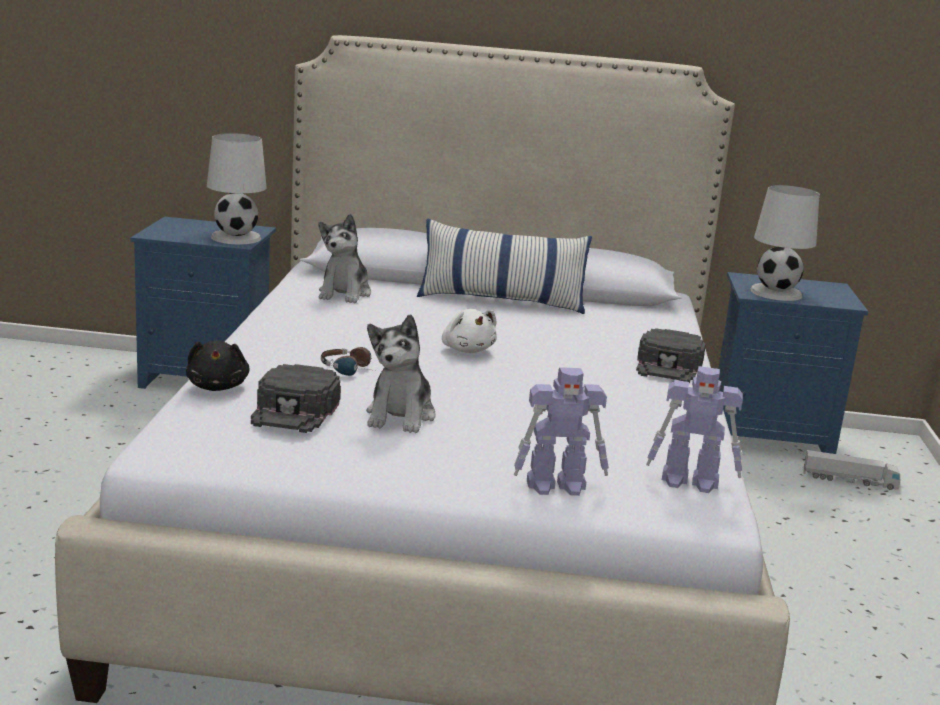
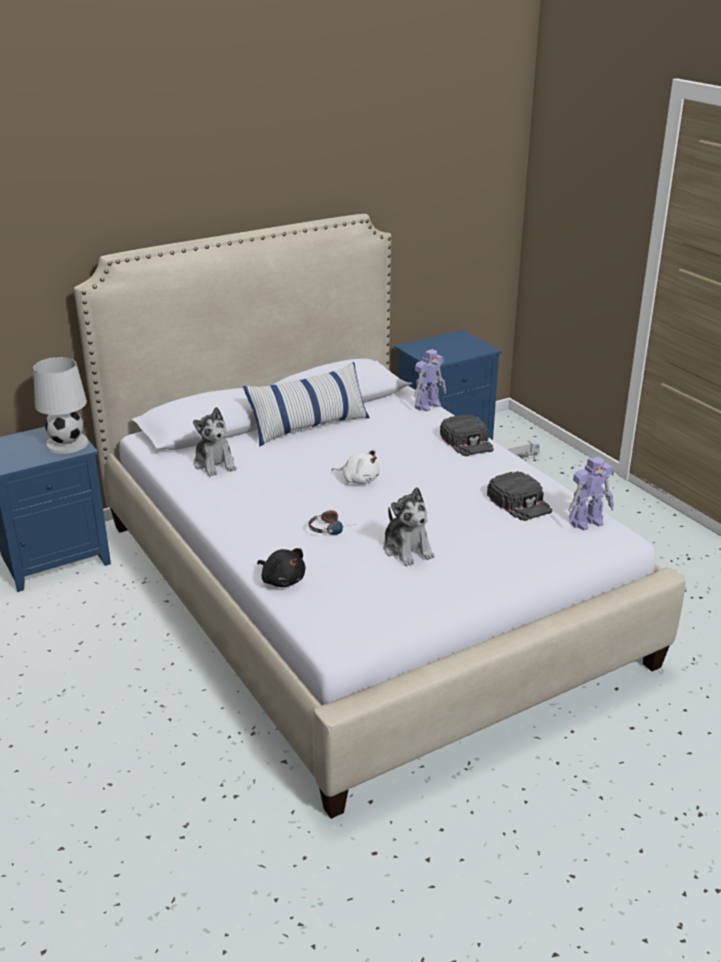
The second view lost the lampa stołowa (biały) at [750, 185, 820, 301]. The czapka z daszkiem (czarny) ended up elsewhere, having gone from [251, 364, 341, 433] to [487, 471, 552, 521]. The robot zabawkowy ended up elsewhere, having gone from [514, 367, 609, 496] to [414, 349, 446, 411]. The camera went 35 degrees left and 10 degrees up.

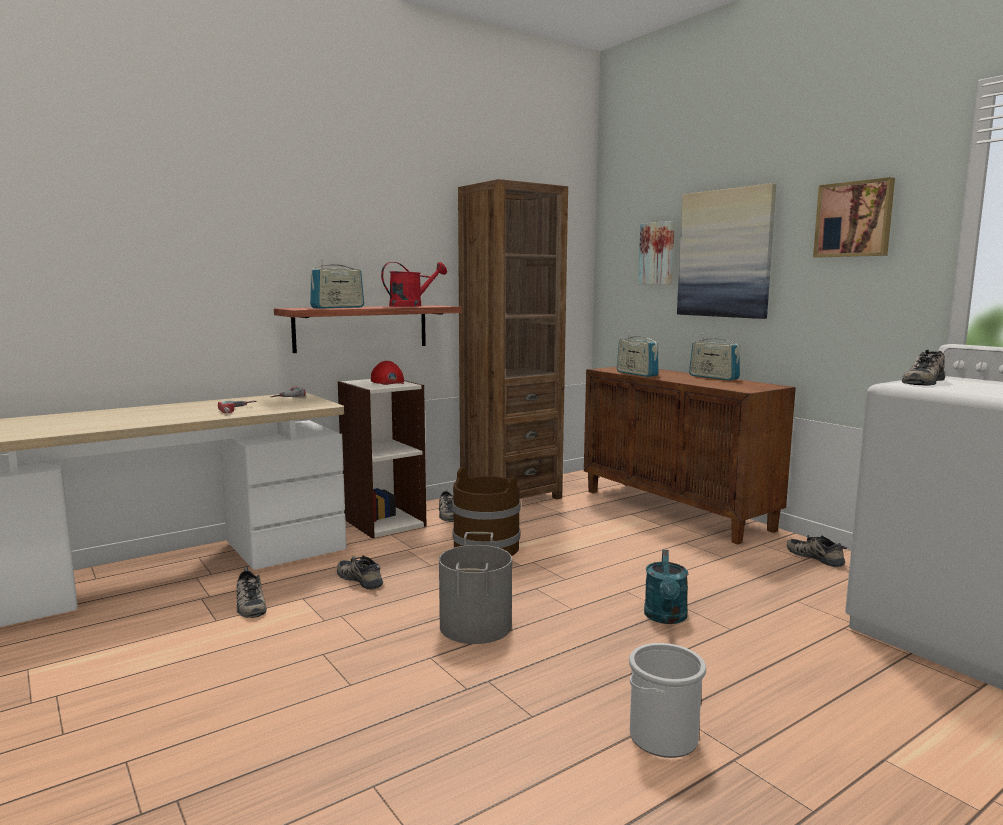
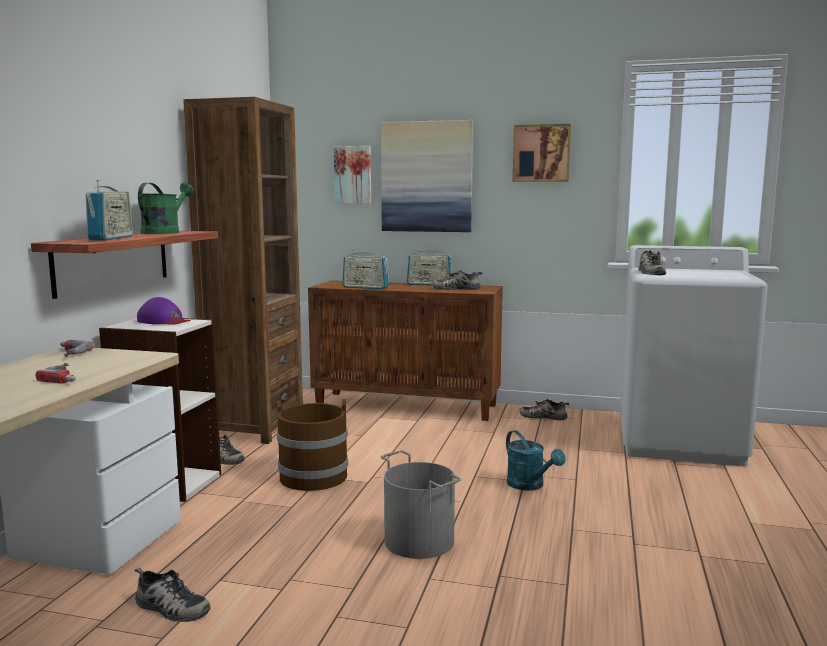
What was the konewka (czerwony) at [381, 262, 447, 307] turned into the konewka (zielony) at [138, 182, 194, 234]. What was the czapka z daszkiem (czerwony) at [371, 361, 404, 385] turned into the czapka z daszkiem (fioletowy) at [137, 297, 191, 325]. The but ended up elsewhere, having gone from [337, 555, 383, 590] to [433, 270, 482, 290]. The second view lost the wiadro at [629, 643, 706, 758]. The camera went 40 degrees left and 0 degrees up.

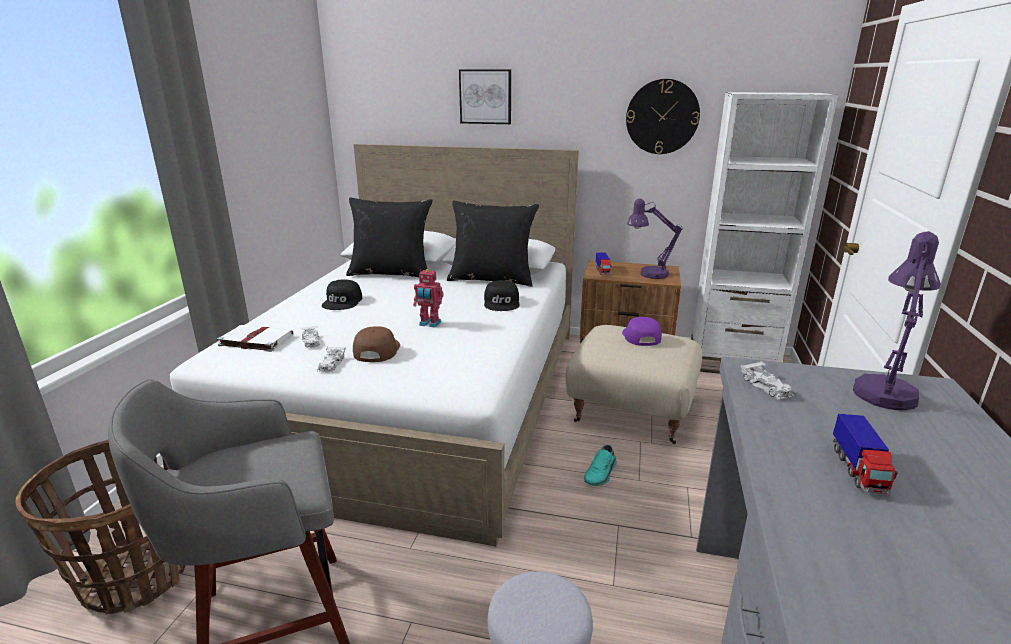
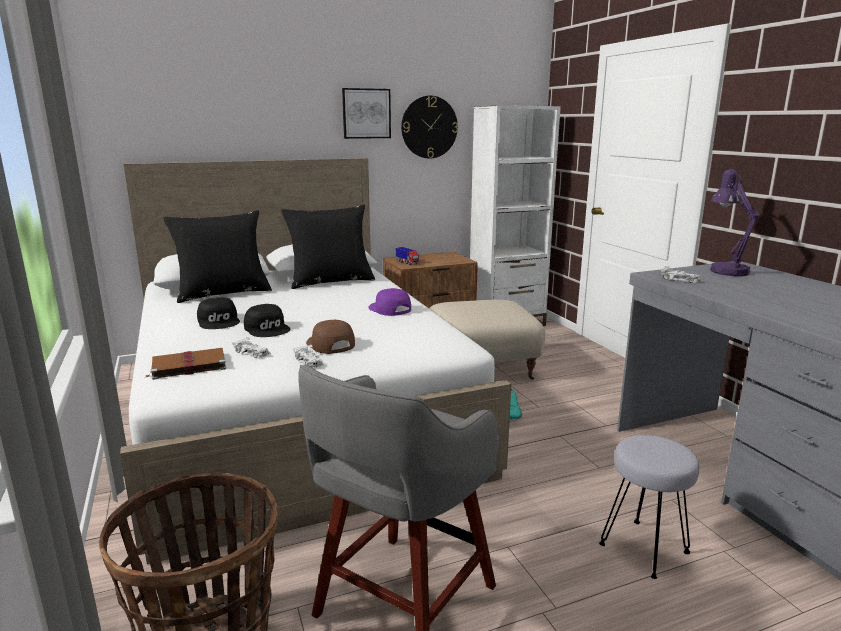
The obraz ended up elsewhere, having gone from [459, 69, 511, 124] to [342, 88, 391, 139]. The second view lost the lampa stołowa (fioletowy) at [627, 199, 683, 279]. The second view lost the robot zabawkowy at [413, 269, 444, 327]. The czapka z daszkiem (czarny) ended up elsewhere, having gone from [484, 280, 520, 311] to [244, 304, 290, 337]. The czapka z daszkiem (fioletowy) ended up elsewhere, having gone from [622, 317, 662, 346] to [368, 288, 411, 316]. What was the książka (biały) at [217, 325, 294, 352] turned into the książka (brązowy) at [145, 348, 226, 380]. The second view lost the ciężarówka zabawkowa at [833, 414, 898, 494]. The camera went 35 degrees left and 5 degrees down.

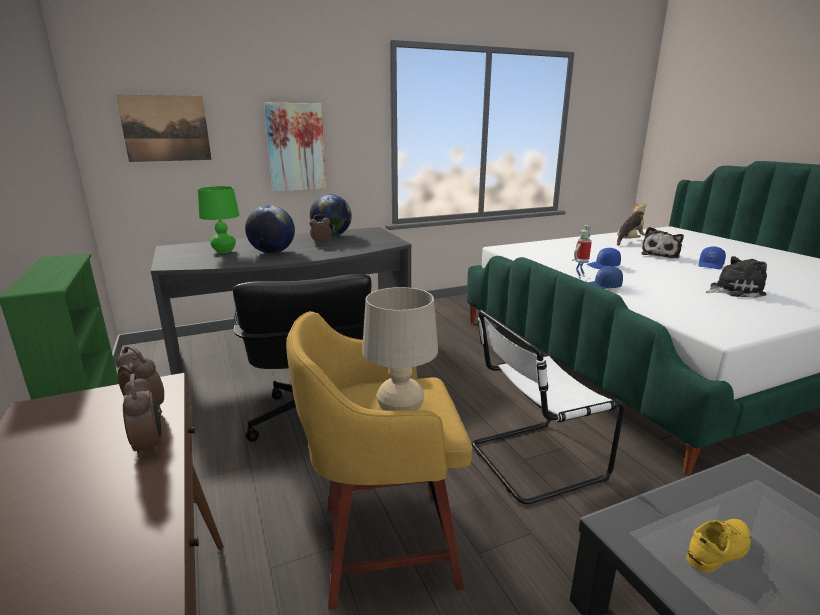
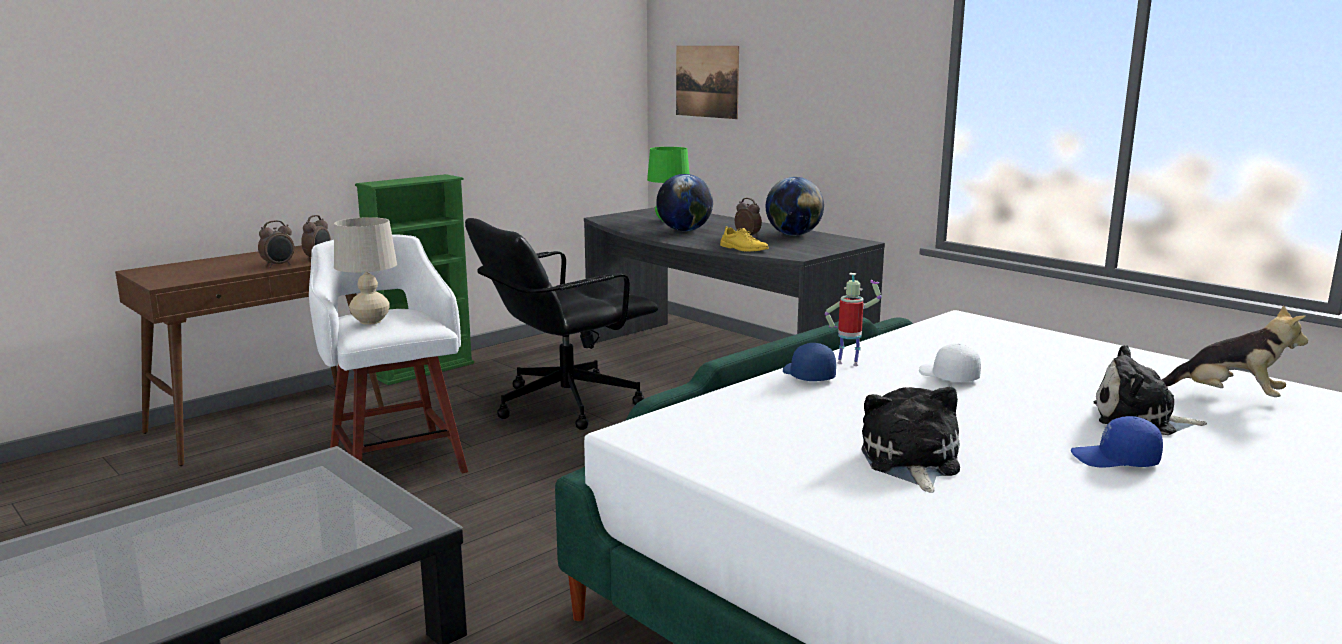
The second view lost the obraz at [264, 103, 326, 192]. What was the czapka z daszkiem (niebieski) at [587, 248, 621, 269] turned into the czapka z daszkiem (biały) at [919, 343, 981, 382]. The pluszak at [706, 256, 767, 298] ended up facing another way, 150 degrees counterclockwise from before. The second view lost the krzesło (biały) at [472, 310, 624, 504]. What was the stołek (żółty) at [286, 311, 472, 610] turned into the stołek (biały) at [309, 234, 468, 473]. The but (żółty) ended up elsewhere, having gone from [686, 519, 751, 573] to [720, 226, 769, 252]. The camera went 70 degrees right and 5 degrees down.

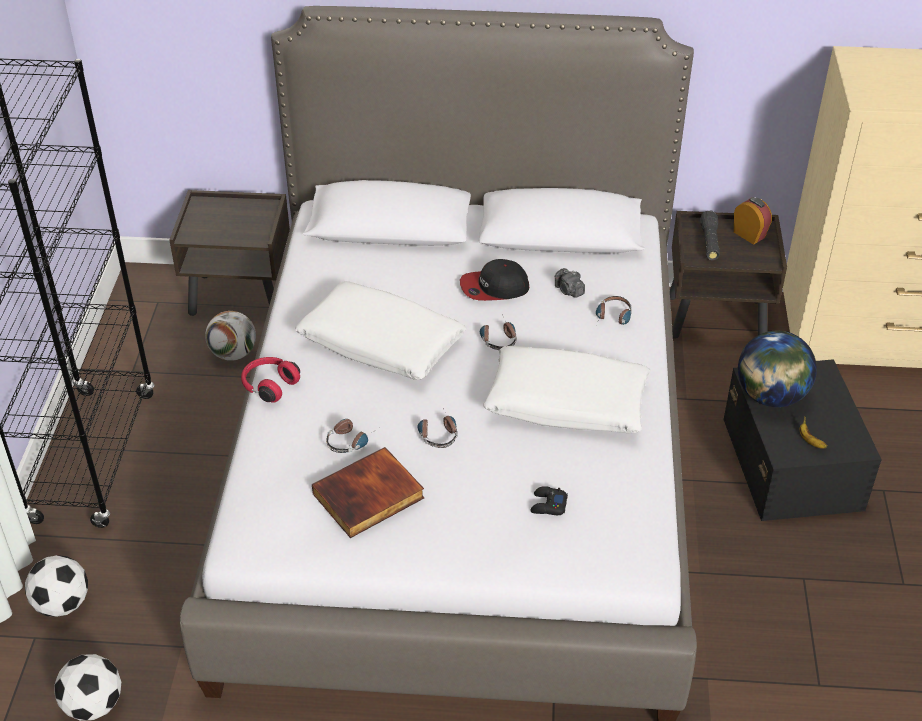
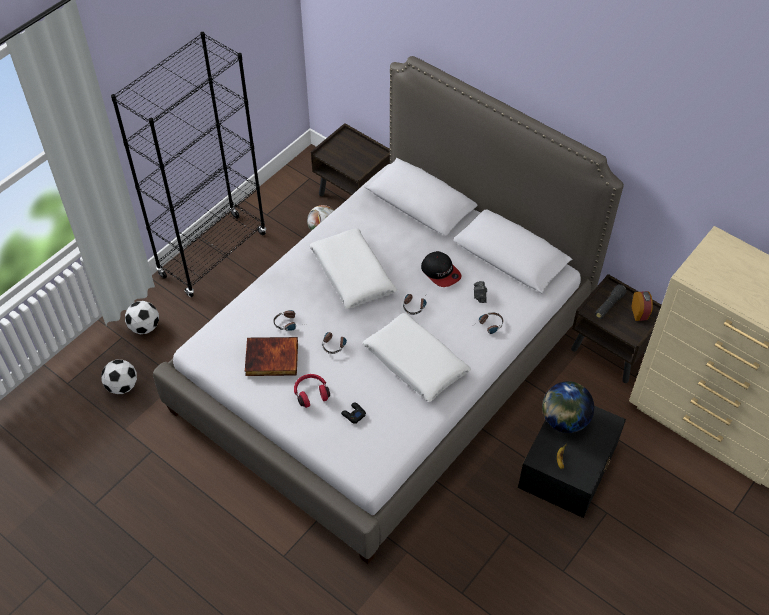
The czapka z daszkiem at [460, 259, 530, 301] ended up facing another way, 150 degrees counterclockwise from before. The słuchawki (czerwony) ended up elsewhere, having gone from [241, 357, 300, 402] to [294, 374, 330, 408]. The camera went 35 degrees right and 10 degrees up.

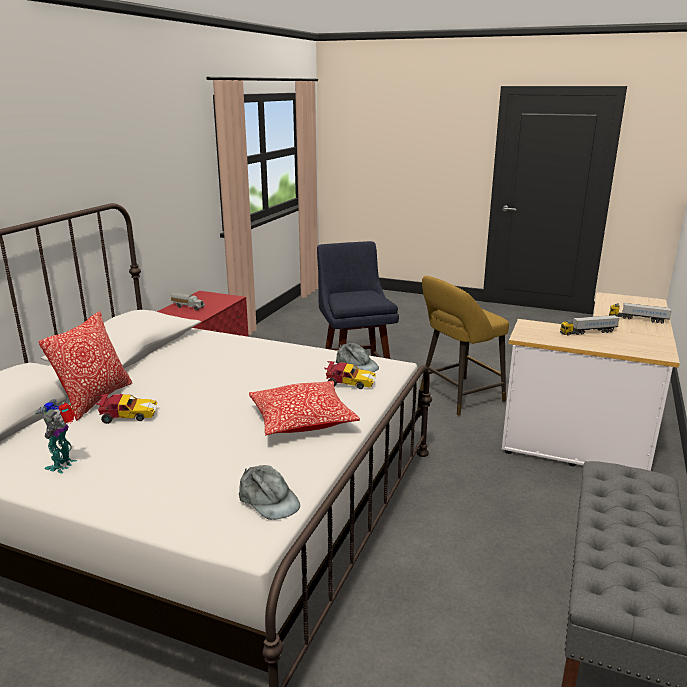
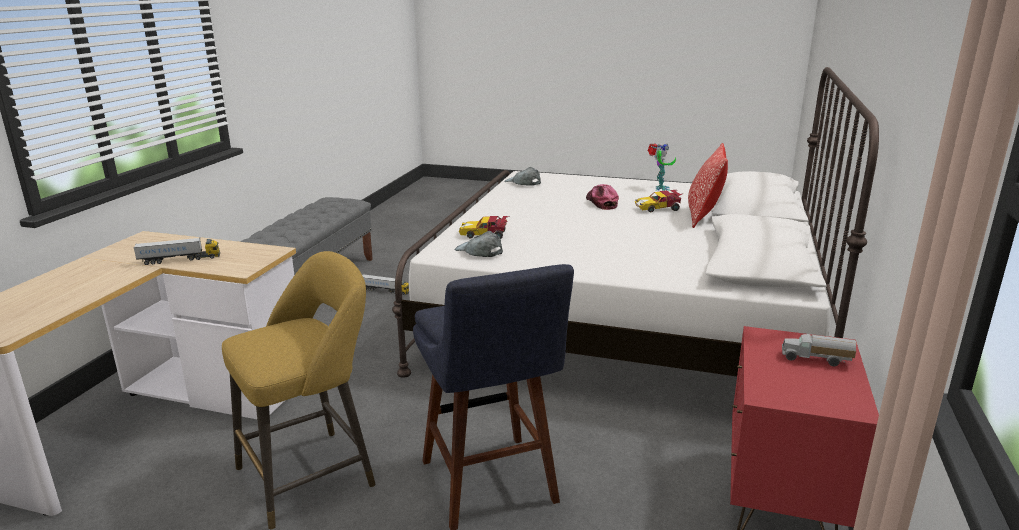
The ciężarówka zabawkowa ended up elsewhere, having gone from [609, 303, 672, 324] to [362, 274, 409, 295]. The second view lost the poduszka at [249, 381, 360, 435]. The second view gained the czapka z daszkiem at [586, 184, 619, 210]. The camera went 175 degrees right and 0 degrees up.

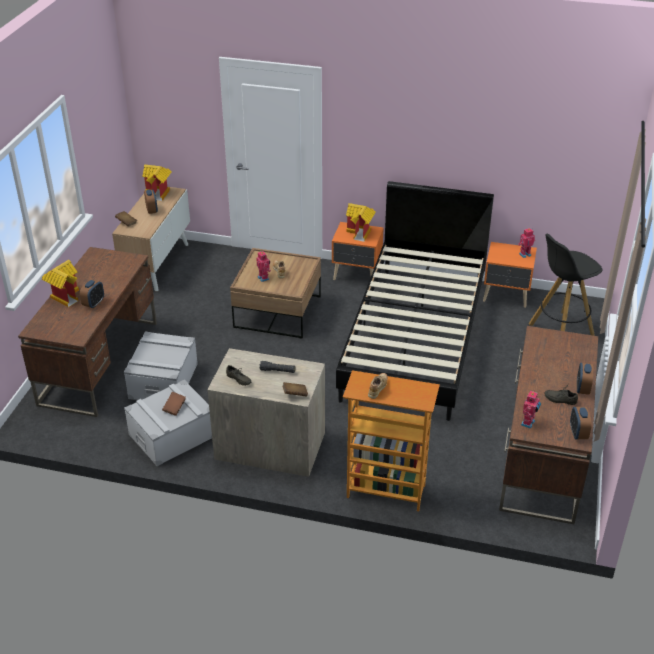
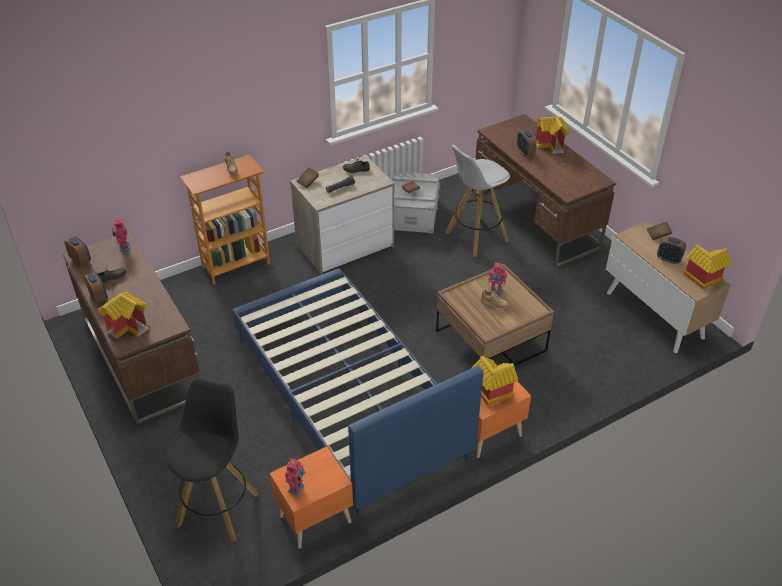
What was the łóżko (czarny) at [336, 181, 494, 421] turned into the łóżko (niebieski) at [232, 268, 484, 518]. Where the pojemnik do przechowywania (szary) stood at [124, 332, 198, 400], the stołek (biały) came to stand at [446, 145, 510, 257]. The second view gained the domek at [98, 292, 149, 339]. The camera went 135 degrees right and 5 degrees up.

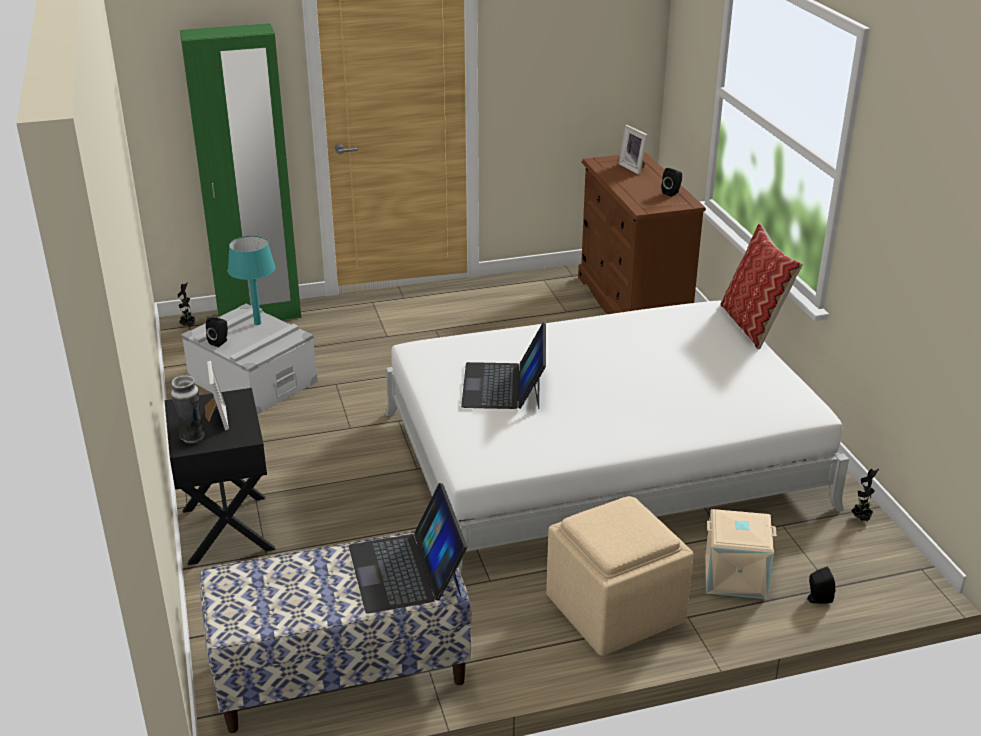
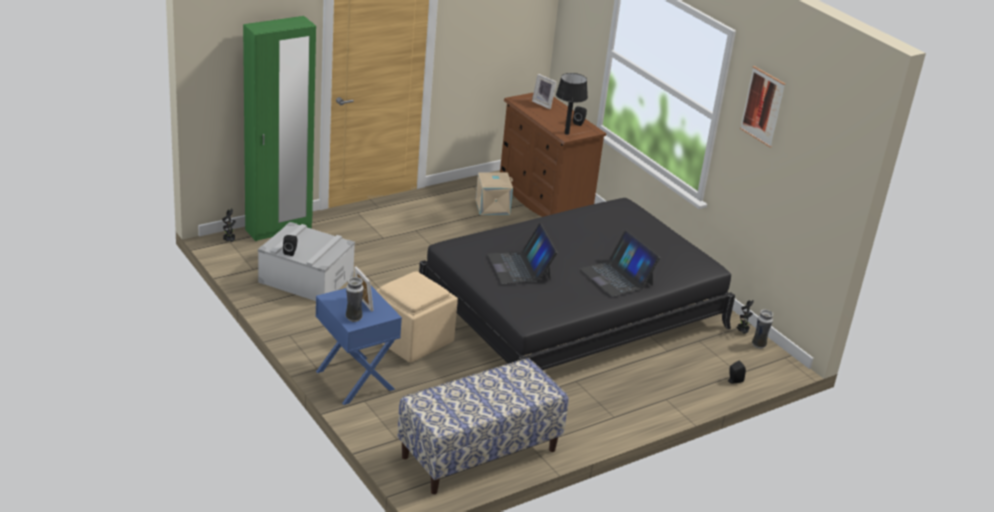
The second view lost the poduszka at [720, 223, 803, 350]. The second view lost the lampa stołowa (turkusowy) at [228, 236, 275, 325]. What was the łóżko (biały) at [385, 301, 849, 574] turned into the łóżko (czarny) at [419, 198, 735, 370]. What was the szafka nocna (czarny) at [165, 388, 276, 565] turned into the szafka nocna (niebieski) at [316, 286, 402, 405]. The laptop ended up elsewhere, having gone from [349, 483, 467, 614] to [579, 230, 660, 297]. The pufa (beżowy) ended up elsewhere, having gone from [546, 496, 694, 656] to [376, 271, 458, 363]. The pojemnik do przechowywania (beżowy) ended up elsewhere, having gone from [705, 509, 777, 599] to [476, 172, 513, 215]. The second view gained the obraz at [740, 66, 785, 148]. The second view gained the lampa stołowa (czarny) at [556, 73, 588, 135]. The second view gained the wazon at [752, 309, 773, 349]. The camera went 20 degrees left and 0 degrees up.

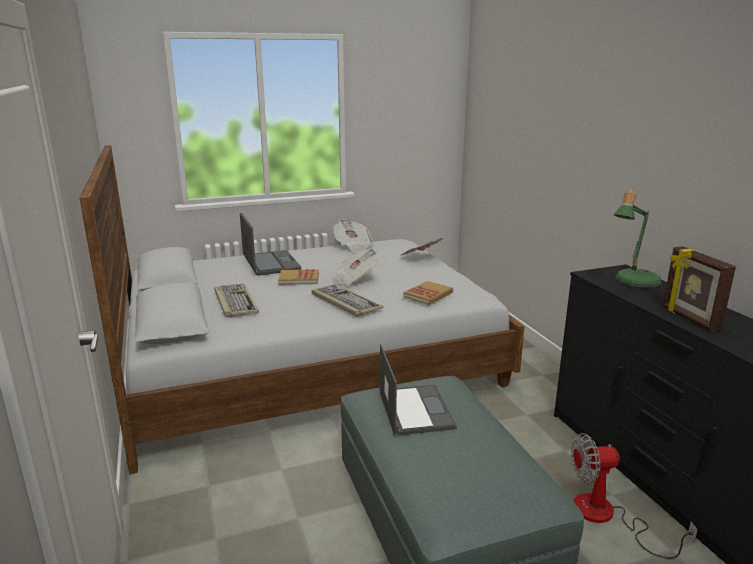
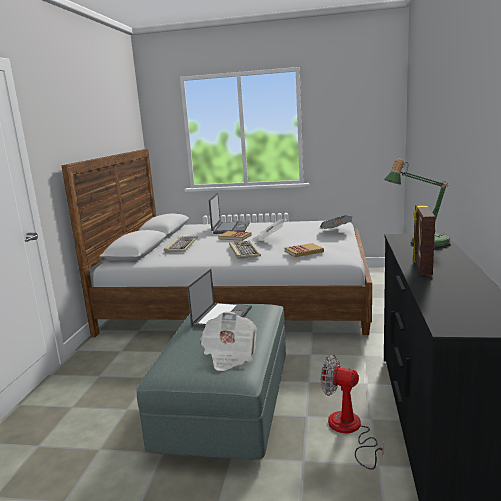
The gazeta ended up elsewhere, having gone from [333, 219, 373, 252] to [200, 312, 257, 371]. The camera went 30 degrees right and 5 degrees down.

